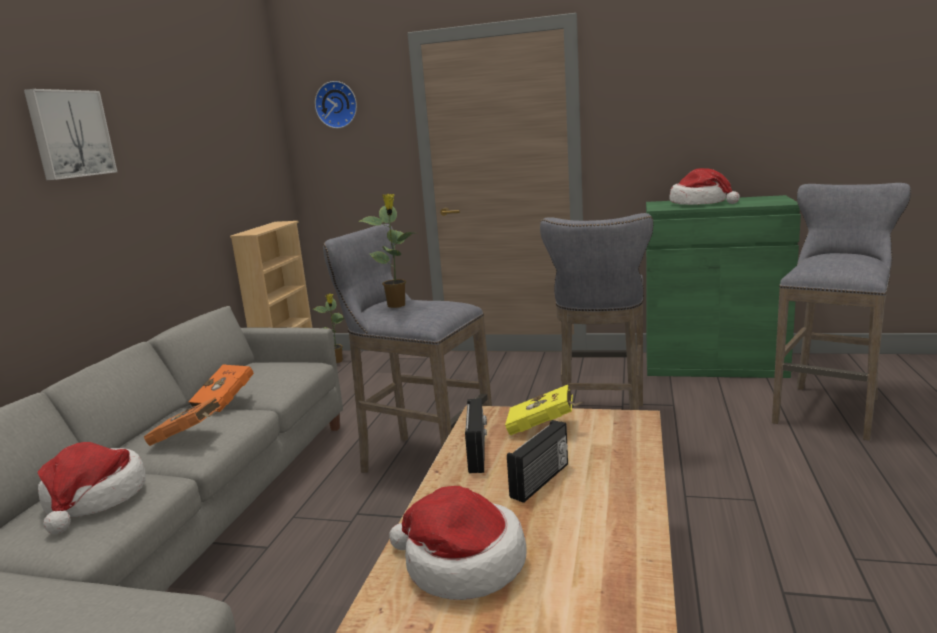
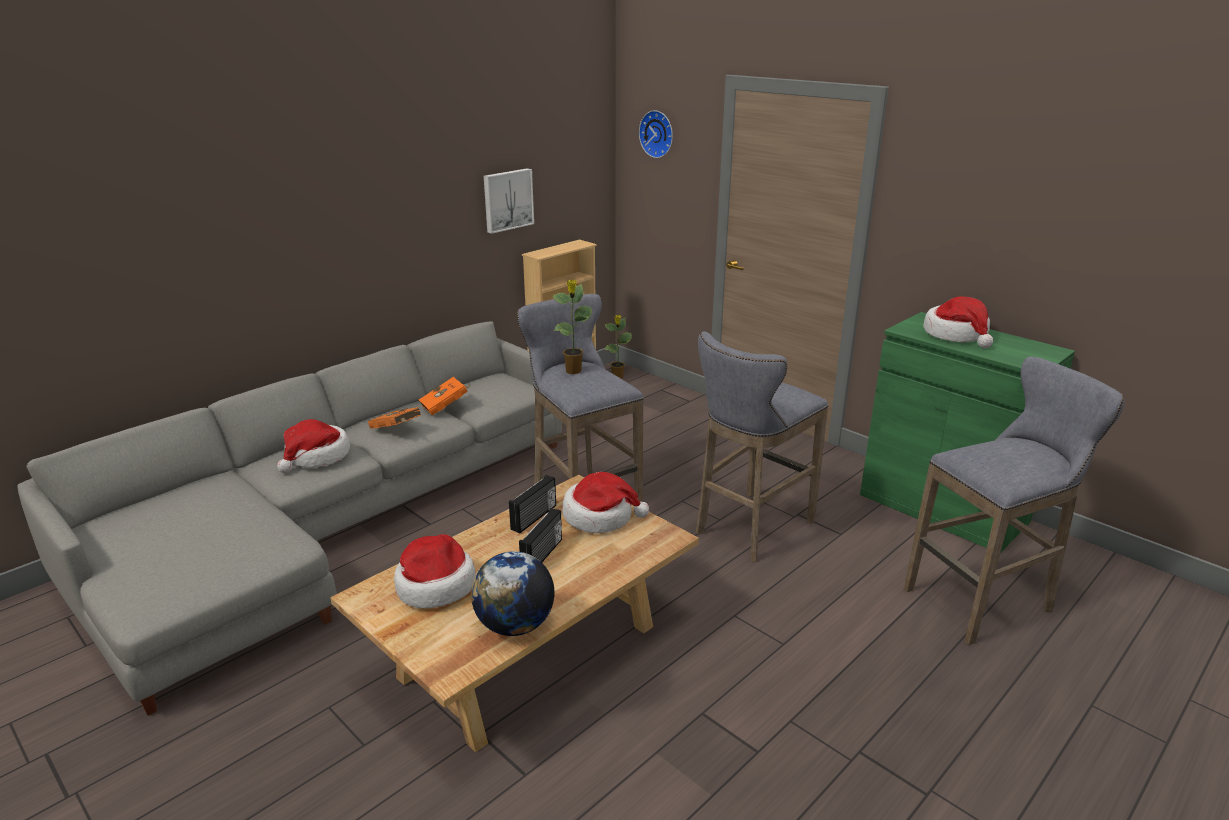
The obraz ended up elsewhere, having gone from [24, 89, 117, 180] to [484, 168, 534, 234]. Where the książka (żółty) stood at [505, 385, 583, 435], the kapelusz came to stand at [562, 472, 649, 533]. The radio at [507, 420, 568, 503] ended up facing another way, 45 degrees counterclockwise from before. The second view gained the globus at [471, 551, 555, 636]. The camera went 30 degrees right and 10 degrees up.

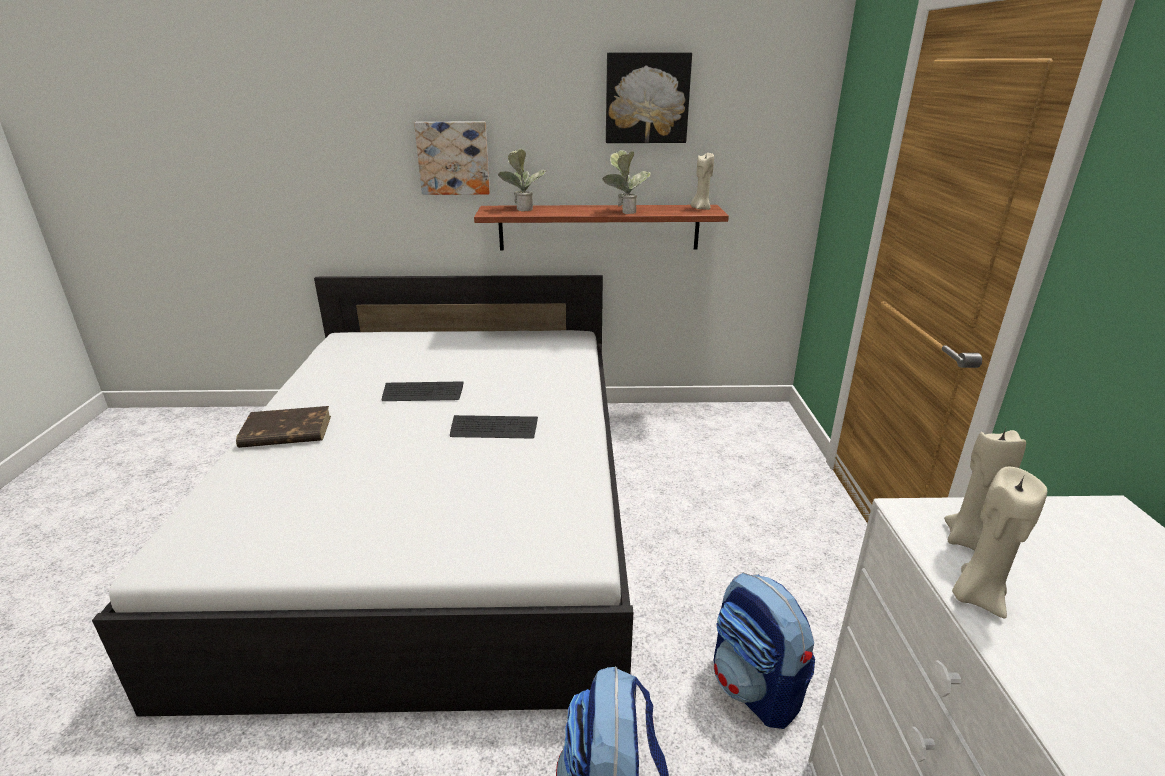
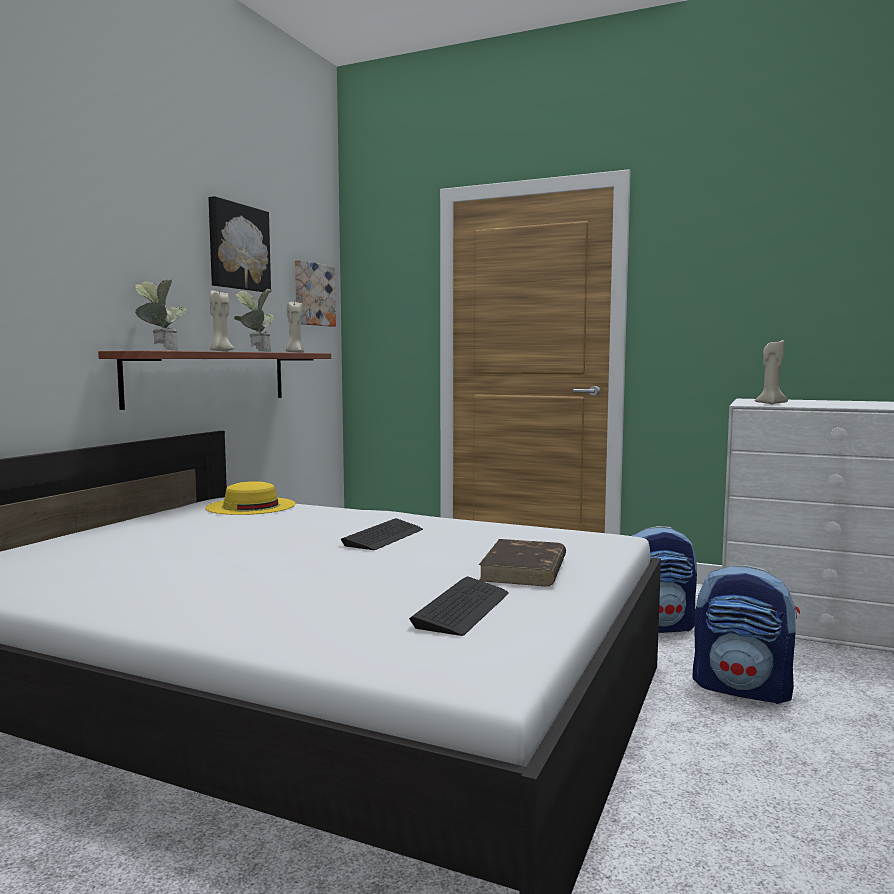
The obraz ended up elsewhere, having gone from [414, 122, 490, 195] to [295, 260, 336, 327]. The klawiatura ended up elsewhere, having gone from [382, 381, 464, 401] to [409, 576, 509, 636]. The książka (brązowy) ended up elsewhere, having gone from [236, 406, 331, 448] to [479, 539, 566, 587]. The świeca (beżowy) ended up elsewhere, having gone from [952, 467, 1047, 618] to [210, 290, 234, 352]. The second view gained the kapelusz (żółty) at [205, 481, 296, 515]. The camera went 65 degrees left and 20 degrees down.

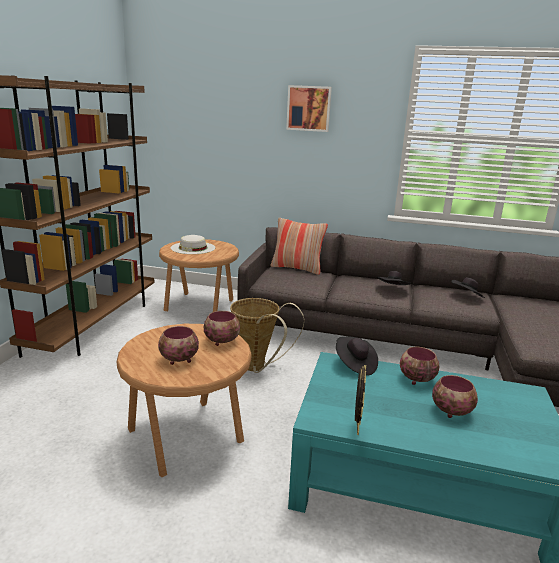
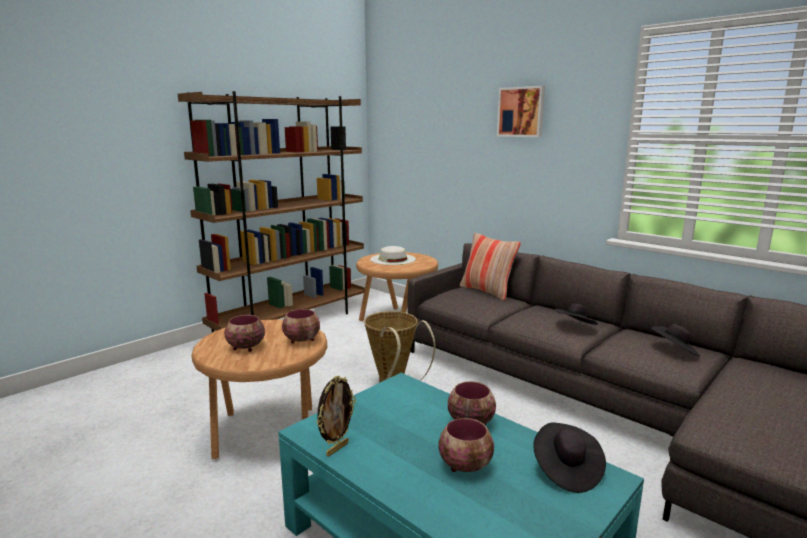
The kapelusz (czarny) ended up elsewhere, having gone from [336, 337, 378, 376] to [533, 422, 606, 493]. The camera went 30 degrees right and 5 degrees down.

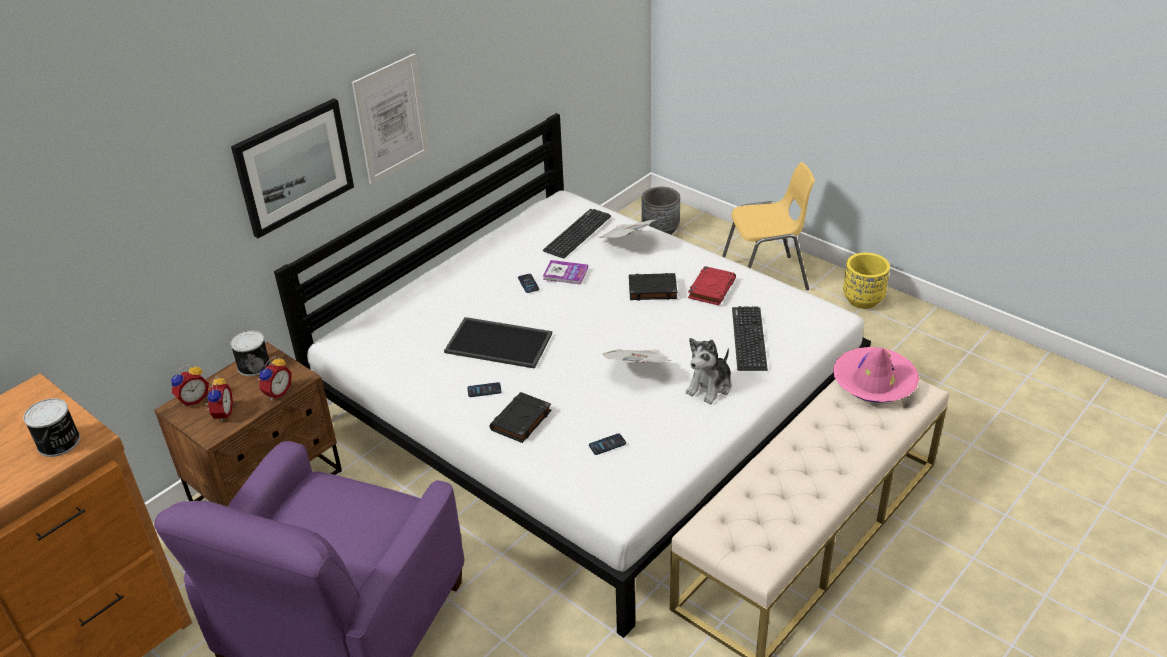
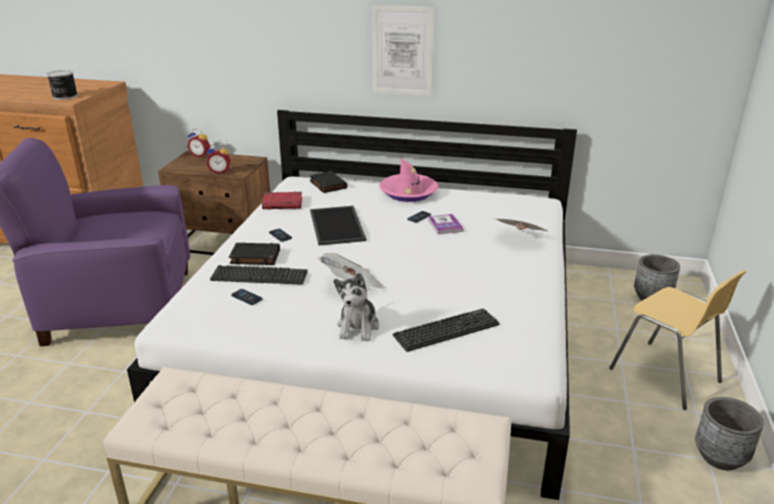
The second view lost the obraz at [231, 98, 354, 238]. The klawiatura ended up elsewhere, having gone from [543, 209, 611, 258] to [210, 265, 308, 285]. What was the donica (żółty) at [843, 253, 890, 309] turned into the donica (szary) at [695, 397, 764, 470]. The książka (czerwony) ended up elsewhere, having gone from [688, 266, 736, 305] to [262, 192, 302, 210]. The książka (czarny) ended up elsewhere, having gone from [629, 273, 677, 300] to [309, 171, 348, 193]. The second view lost the puszka at [230, 330, 271, 376]. The pluszak at [685, 338, 732, 404] ended up facing another way, 90 degrees counterclockwise from before. The kapelusz (różowy) ended up elsewhere, having gone from [833, 347, 919, 403] to [379, 158, 438, 202]. The second view lost the budzik at [204, 376, 233, 422]. The camera went 60 degrees right and 10 degrees down.

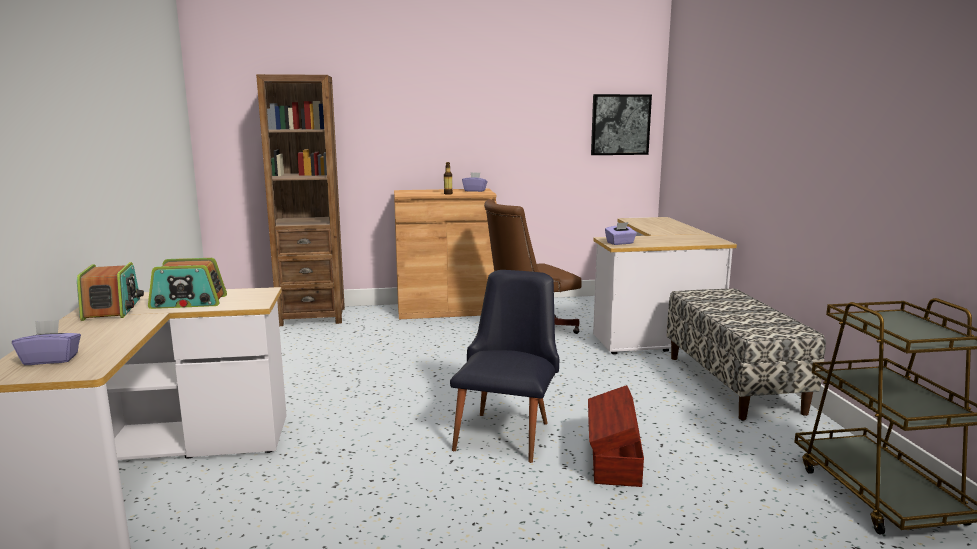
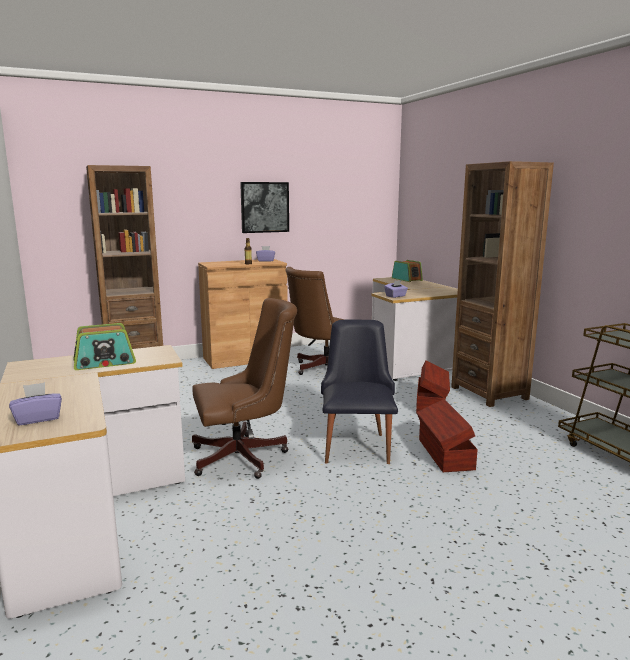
The obraz ended up elsewhere, having gone from [591, 94, 652, 155] to [240, 182, 289, 233]. The radio ended up elsewhere, having gone from [77, 262, 144, 321] to [392, 260, 423, 282]. Where the ławka stood at [667, 288, 826, 420], the regał (brązowy) came to stand at [451, 161, 554, 407]. The second view gained the krzesło biurowe (brązowy) at [192, 298, 297, 479]. The second view gained the pojemnik do przechowywania (brązowy) at [416, 360, 450, 412]. The camera went 15 degrees left and 0 degrees up.

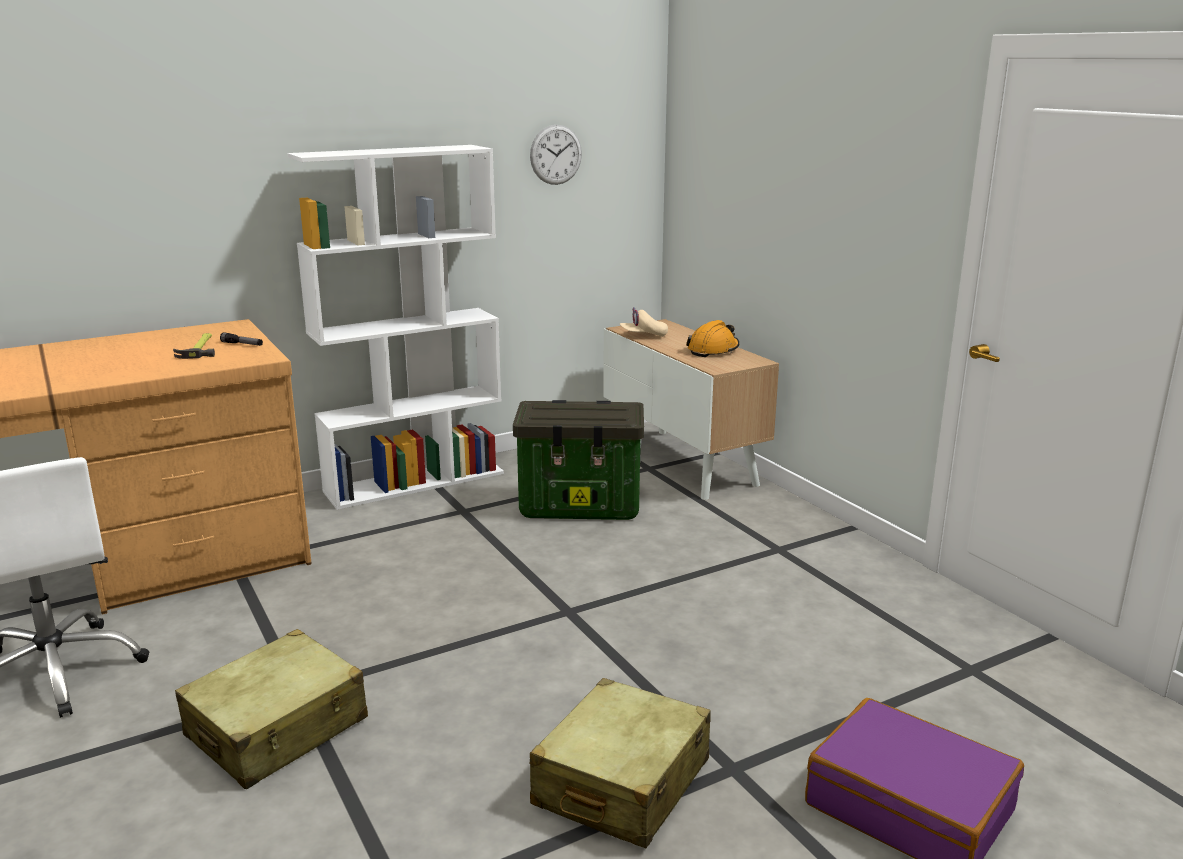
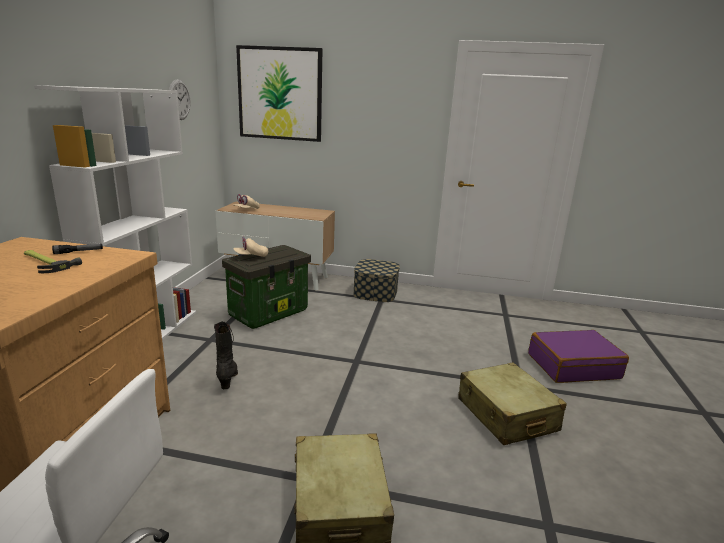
The second view lost the kask (pomarańczowy) at [686, 320, 739, 357]. The second view gained the obraz at [236, 45, 322, 142]. The second view gained the czapka z daszkiem (beżowy) at [233, 237, 268, 257]. The second view gained the pojemnik do przechowywania at [353, 259, 400, 302]. The second view gained the but z cholewką (czarny) at [214, 321, 238, 389]. The camera went 50 degrees left and 0 degrees up.

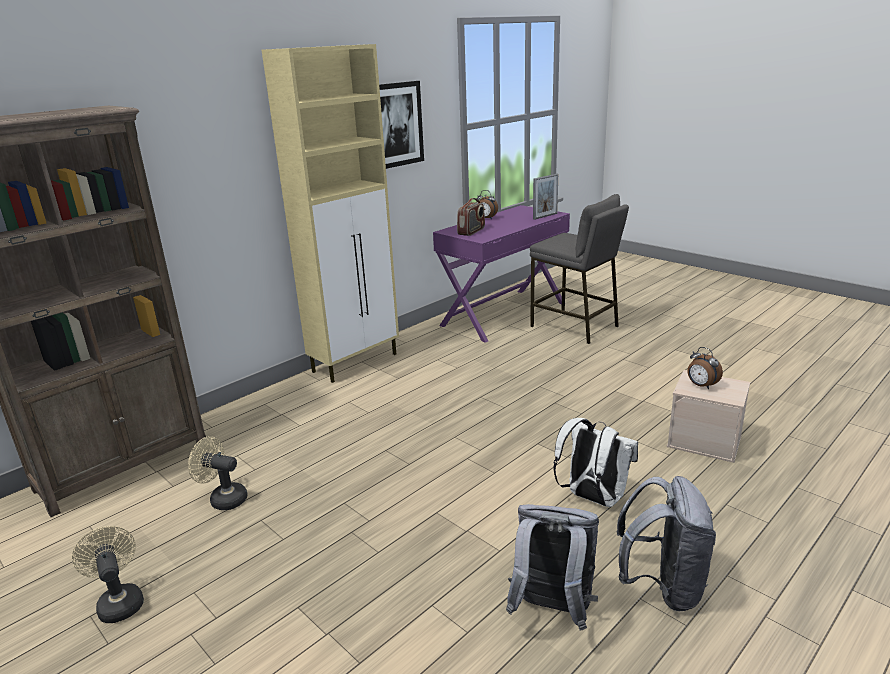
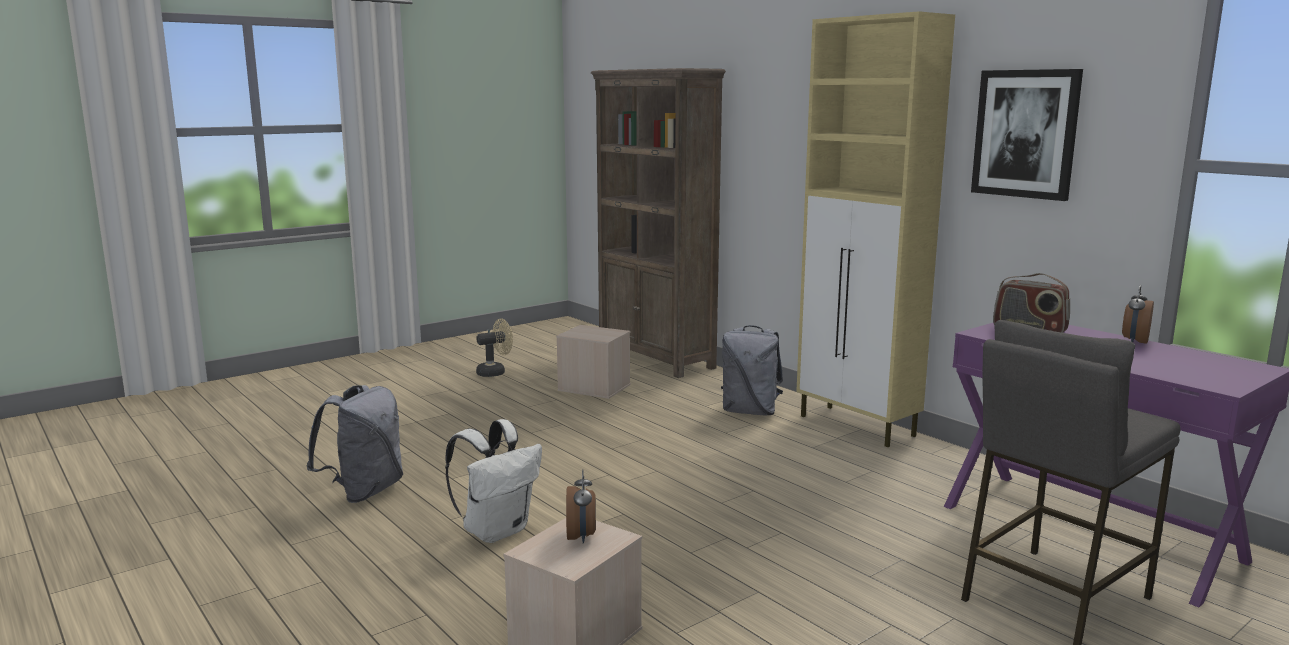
The second view lost the ramka na zdjęcie at [533, 174, 558, 220]. The budzik at [688, 347, 723, 389] ended up facing another way, 120 degrees clockwise from before. Where the wentylator (beżowy) stood at [188, 436, 248, 510], the pojemnik do przechowywania (beżowy) came to stand at [556, 325, 631, 399]. The plecak (szary) ended up elsewhere, having gone from [617, 476, 716, 611] to [721, 325, 783, 415]. The camera went 95 degrees right and 10 degrees down.

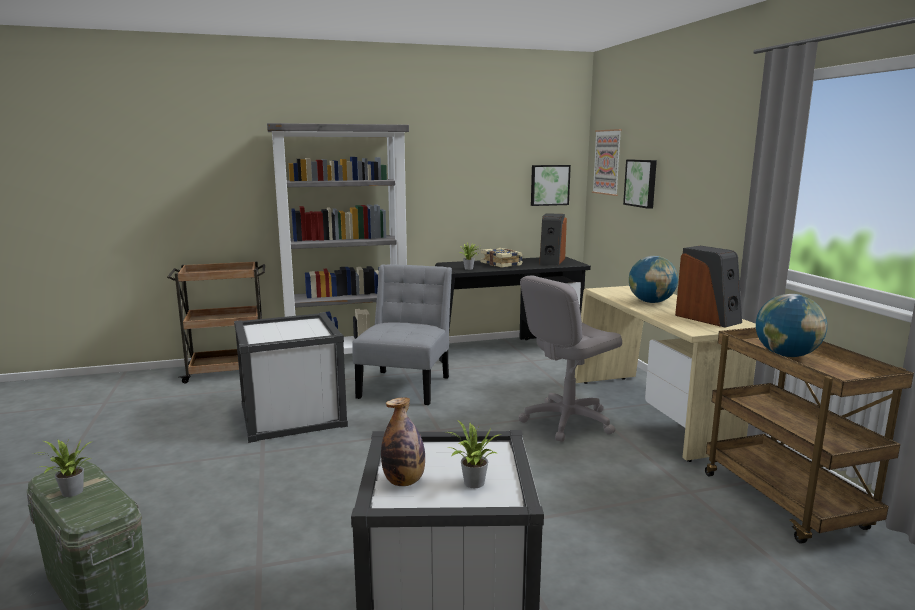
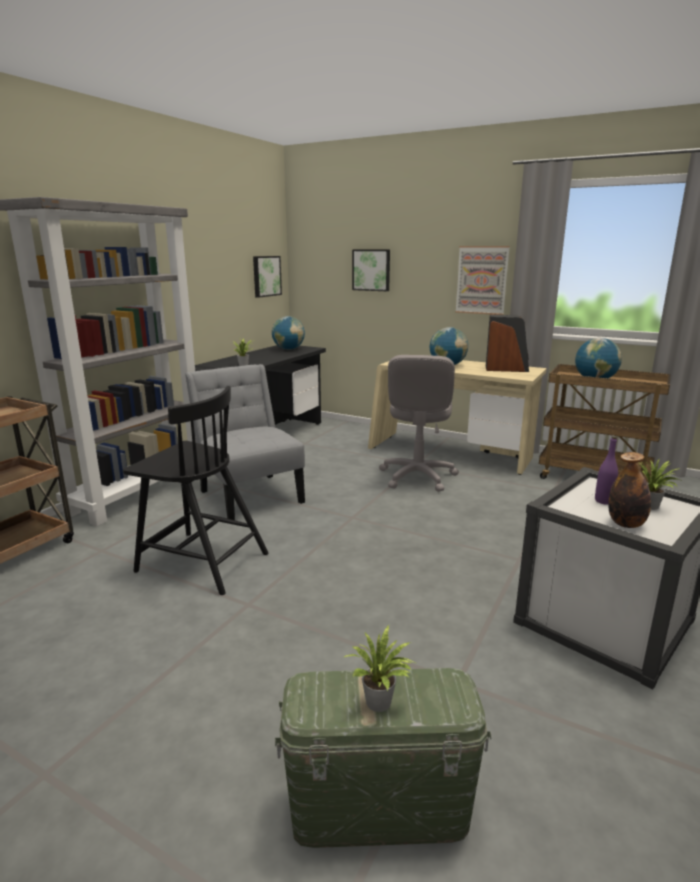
The obraz ended up elsewhere, having gone from [592, 129, 622, 196] to [455, 246, 510, 315]. Where the głośnik stood at [539, 213, 567, 266], the globus came to stand at [272, 316, 305, 350]. The second view lost the książka at [481, 248, 523, 268]. Where the pojemnik do przechowywania (biały) stood at [234, 312, 348, 443], the krzesło (czarny) came to stand at [123, 386, 269, 595]. The second view gained the butelka (fioletowy) at [595, 436, 618, 504]. The camera went 45 degrees left and 5 degrees up.

